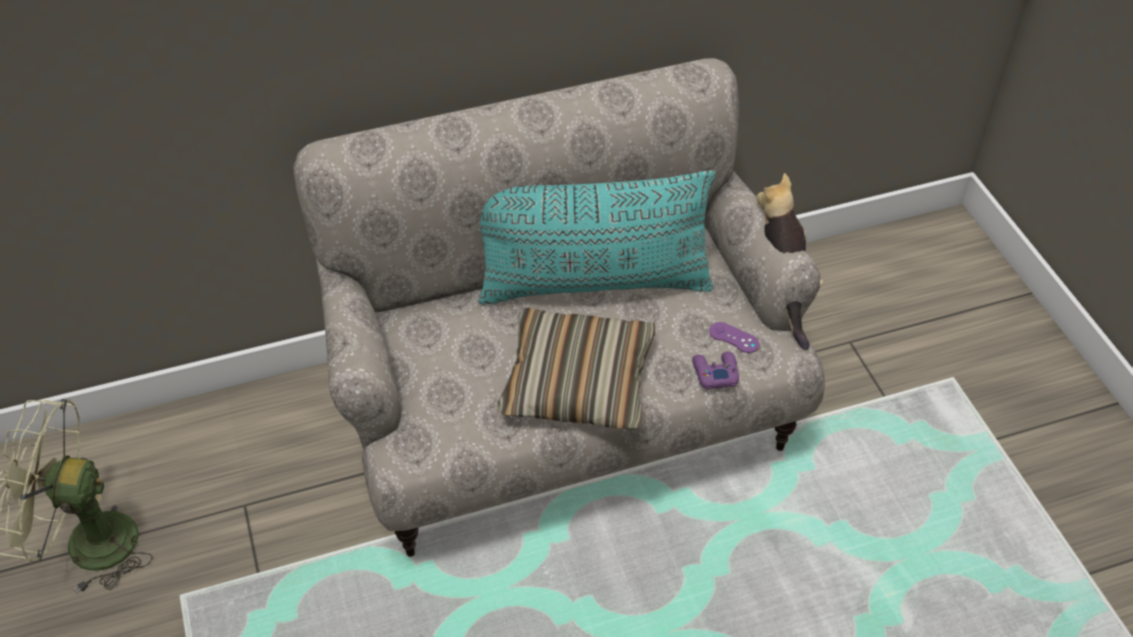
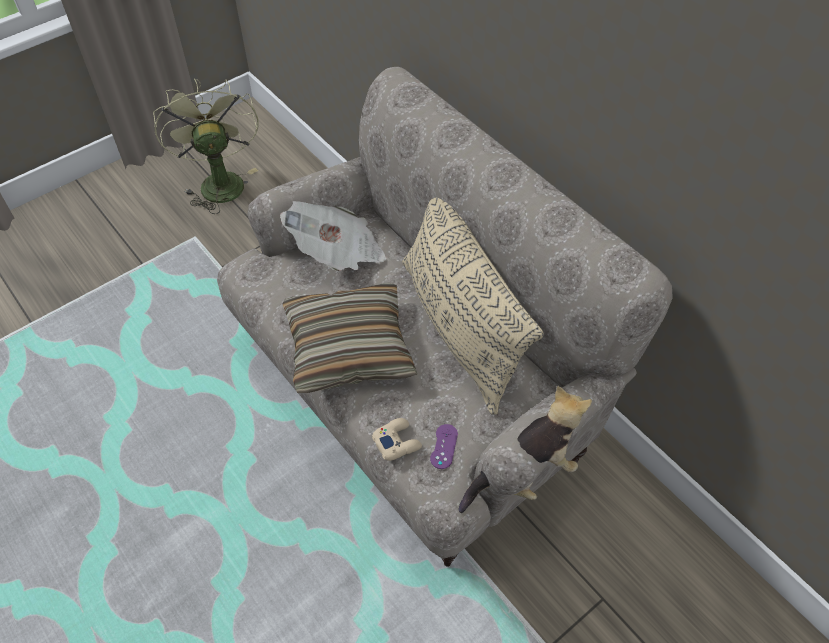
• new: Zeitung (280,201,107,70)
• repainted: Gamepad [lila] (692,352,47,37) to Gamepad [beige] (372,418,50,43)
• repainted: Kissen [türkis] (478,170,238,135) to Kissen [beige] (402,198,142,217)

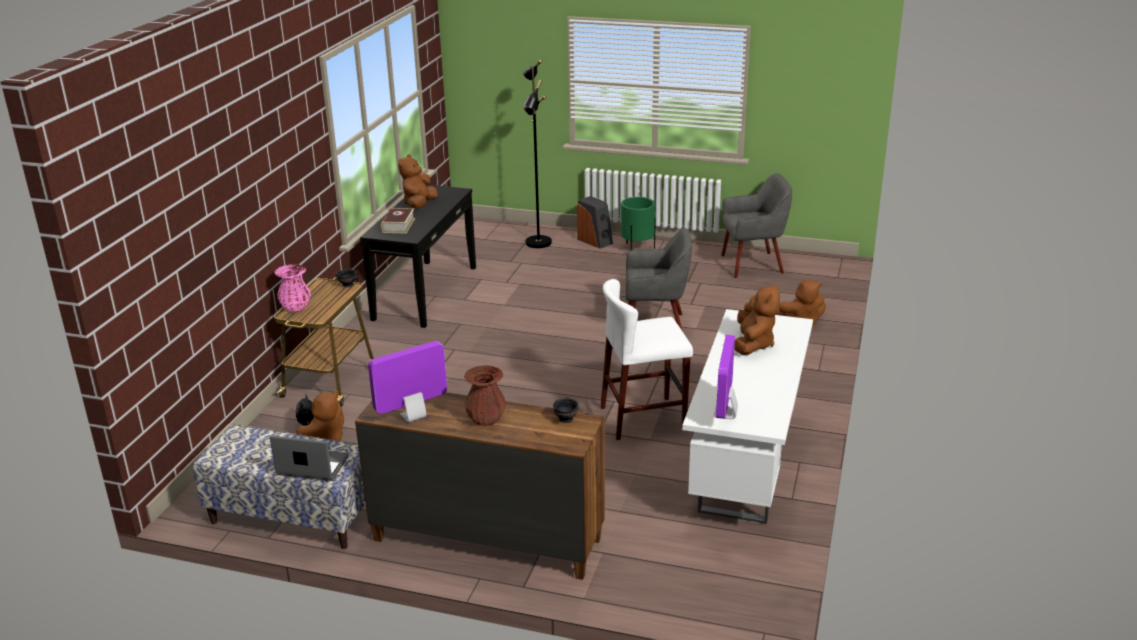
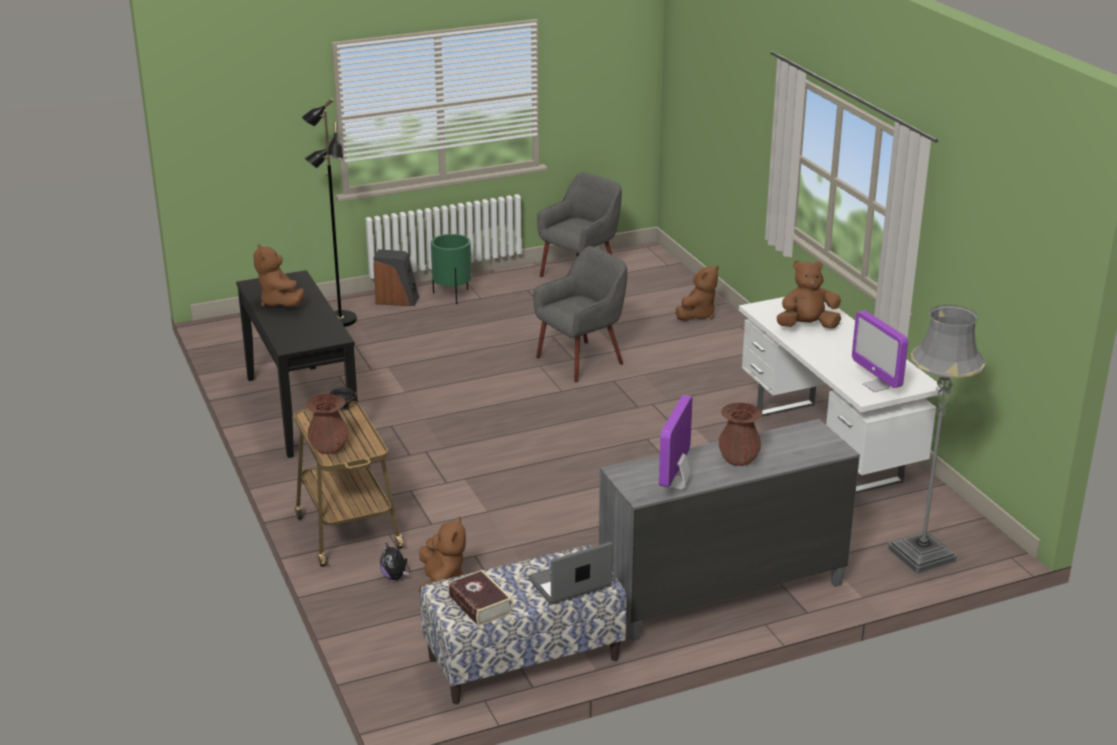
• repainted: Vase [rosa] (274,264,36,48) to Vase [braun] (306,394,42,60)
• shifted: Buch (381,208,34,26) to (448,570,64,56)
• repainted: Kommode [braun] (355,392,250,188) to Kommode [grau] (599,419,261,222)
• rotated: Plüschtier [braun] (734,284,46,71) = (777,260,64,69) 75 degrees counterclockwise
• new: Stehlampe [grau] (888,305,98,269)
• gone: Schüssel [schwarz] (553,397,25,26)
• gone: Hocker [weiß] (601,279,92,161)

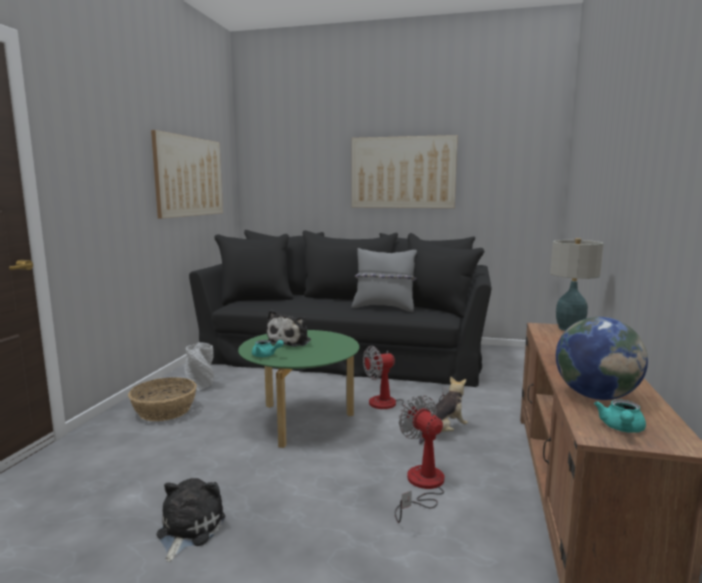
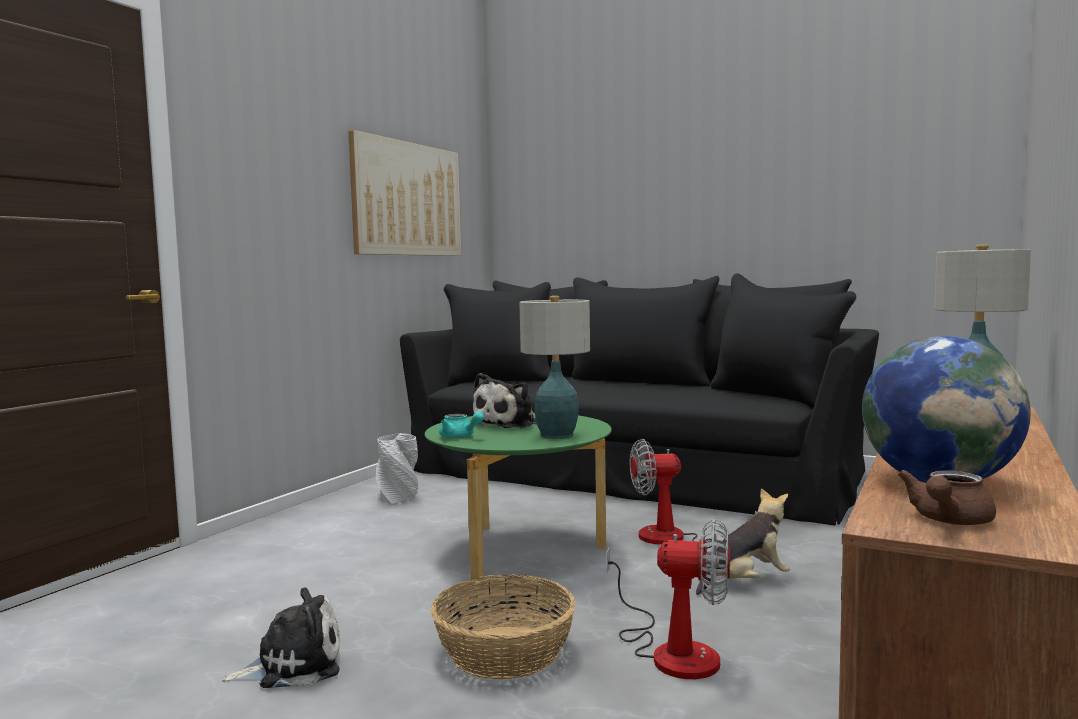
• rotated: Plüschtier (156,478,69,84) = (221,587,119,101) 45 degrees clockwise
• shifted: Korb (128,377,69,44) to (431,574,145,106)
• new: Tischlampe (520,296,70,143)
• rotated: Ventilator (395,395,49,128) = (606,519,124,160) 120 degrees clockwise
• repainted: Teekanne [türkis] (594,399,52,34) to Teekanne [braun] (898,470,98,55)
• gone: Kissen [grau] (351,248,66,64)
• gone: Bild (352,135,106,73)

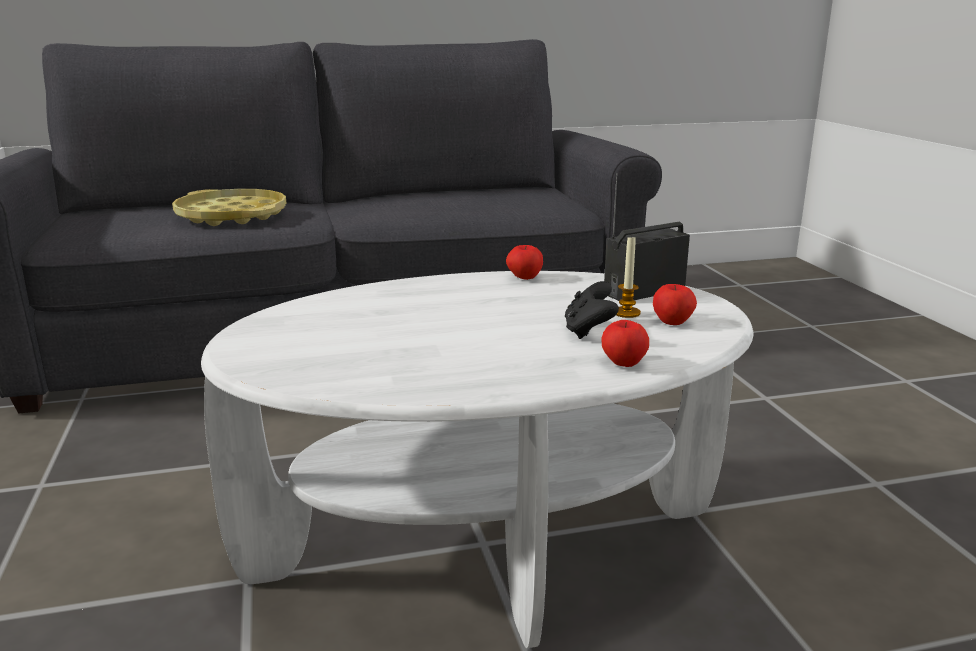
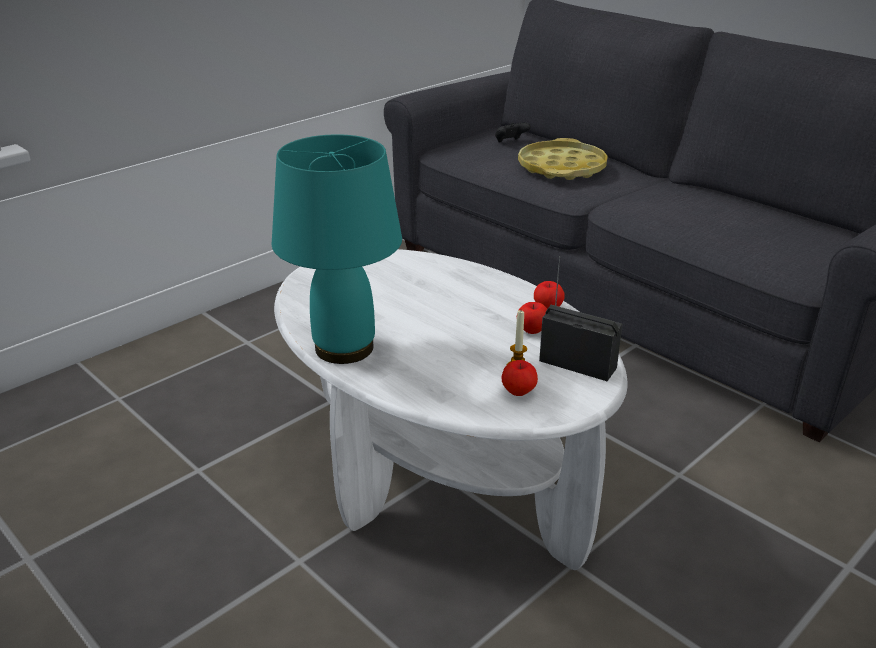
• new: Tischlampe [türkis] (272,134,130,230)
• shifted: Gamepad [schwarz] (565,281,54,58) to (495,123,36,20)
• shifted: Apfel (601,320,48,47) to (519,302,28,32)

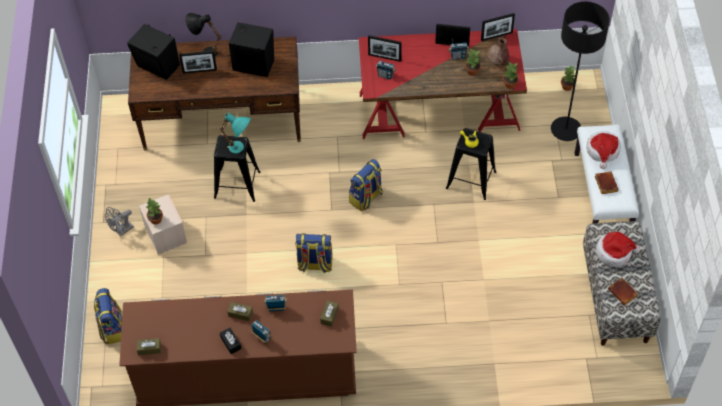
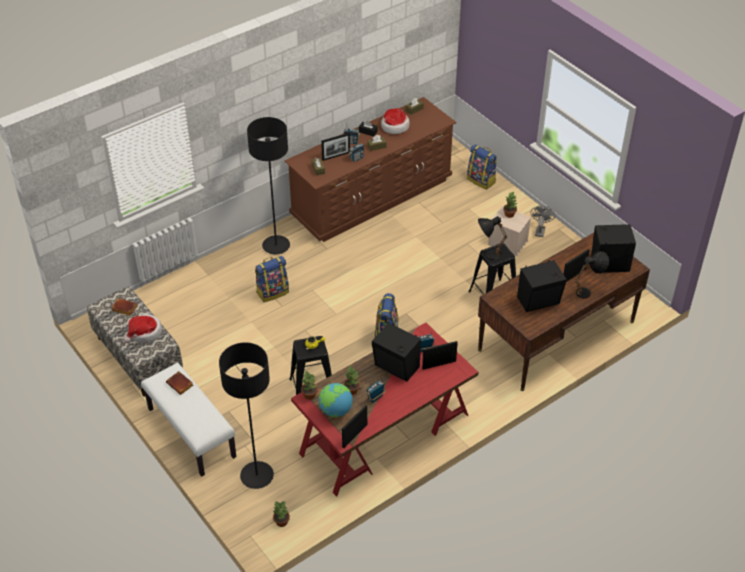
• new: Stehlampe [schwarz] (247,117,43,137)
• shifted: Rucksack (295,233,37,40) to (255,256,34,46)
• swapped: Vase [braun] (487,37,22,28) to Globus (319,383,34,34)
• shifted: Bilderrahmen (435,24,35,23) to (321,133,29,28)
• new: Lautsprecher [schwarz] (372,323,49,59)
• shifted: Hut (586,131,35,38) to (381,108,29,26)
• repainted: Tischlampe [türkis] (220,113,31,41) to Tischlampe [schwarz] (478,216,29,44)

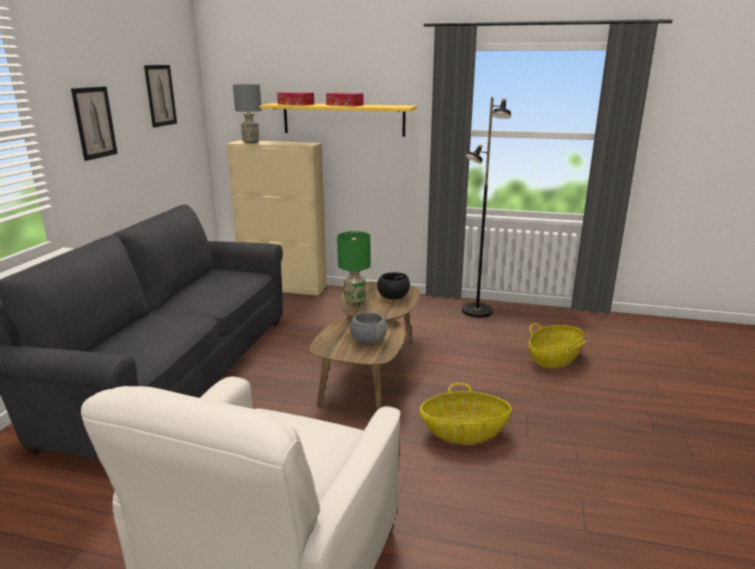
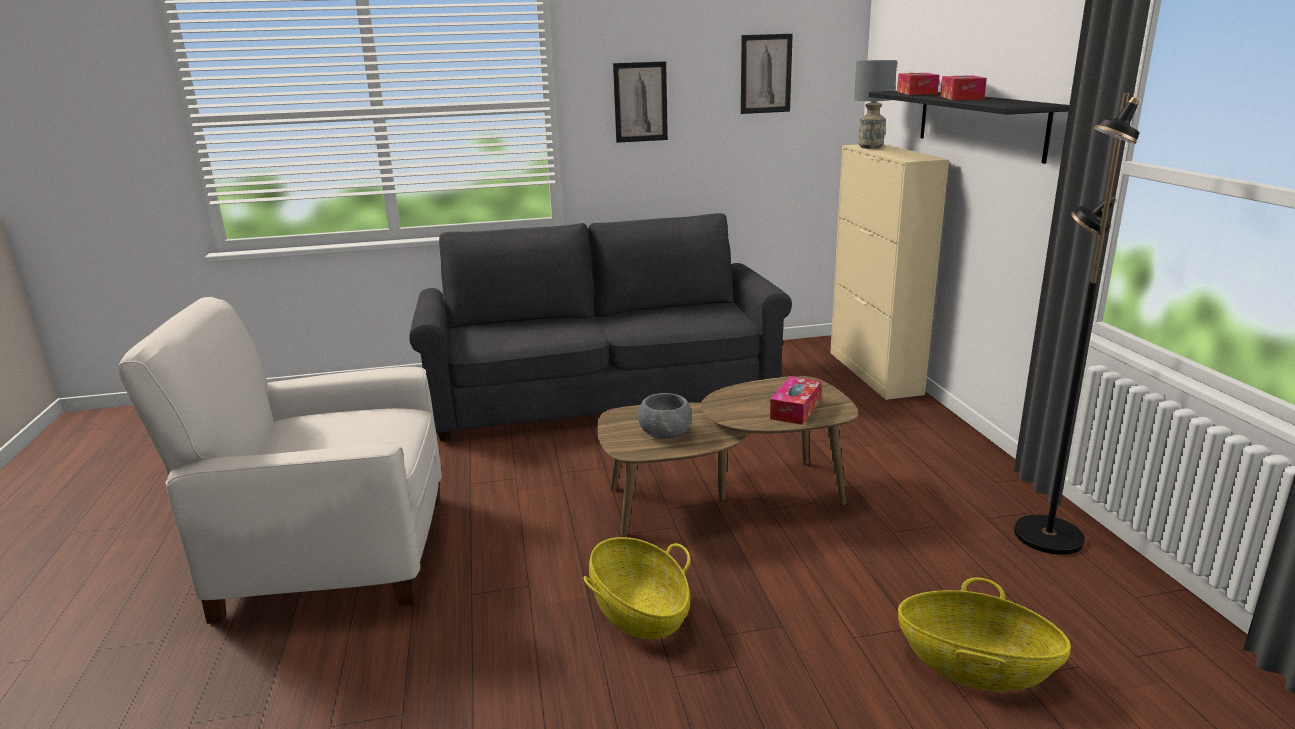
• swapped: Schüssel [schwarz] (377,272,33,27) to Taschentuchbox (770,376,51,49)
• repainted: Wandregal [gelb] (260,103,157,34) to Wandregal [schwarz] (869,91,200,73)
• gone: Tischlampe [grün] (337,231,34,74)

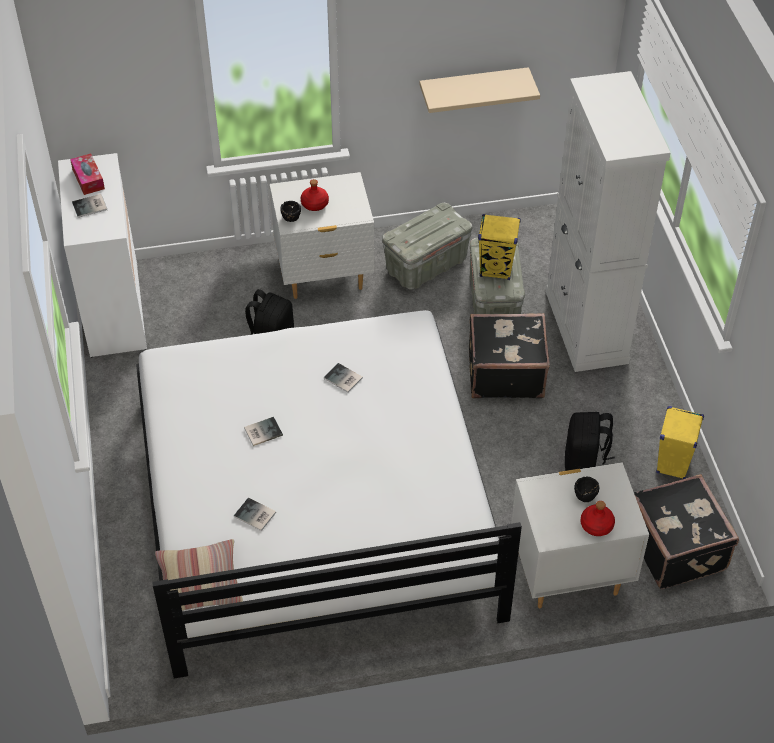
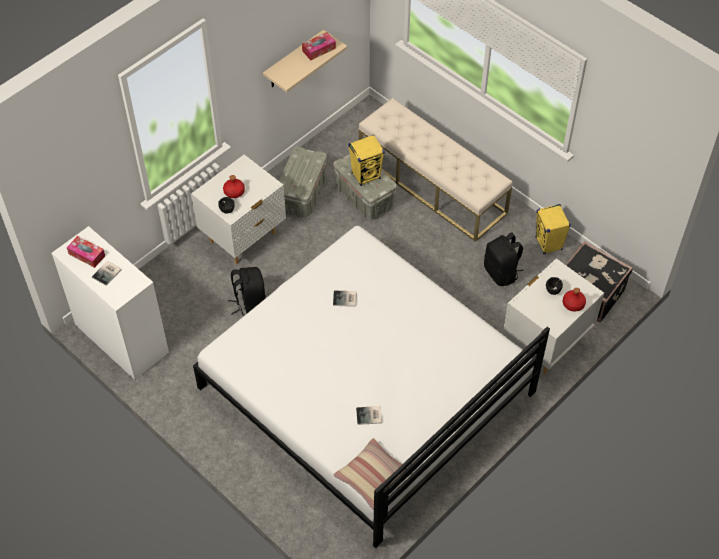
• new: Taschentuchbox (302,32,34,28)
• swapped: Schrank [weiß] (545,71,125,301) to Bank [beige] (359,98,154,144)
• gone: Buch (244,417,39,29)
• gone: Koffer [schwarz] (469,313,81,85)

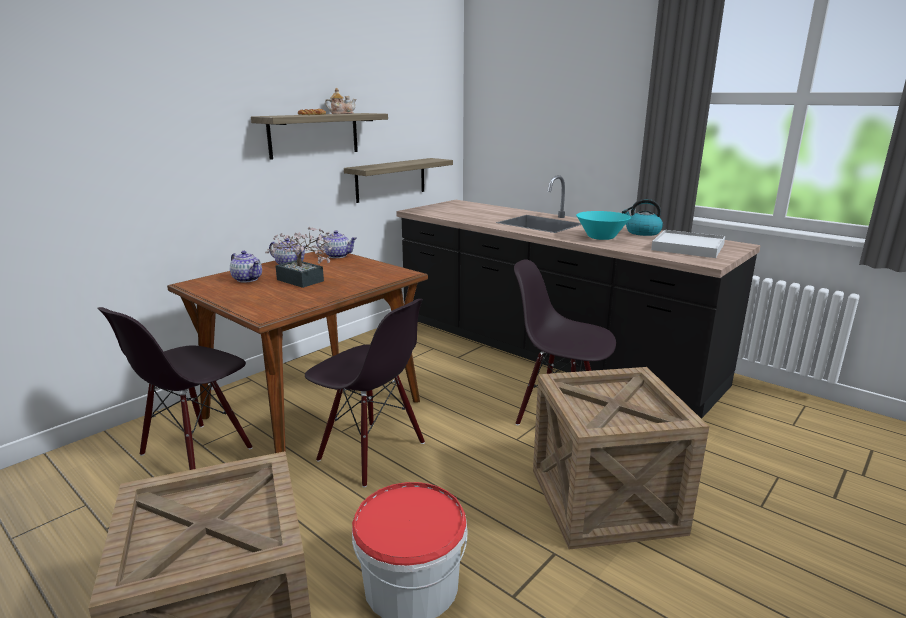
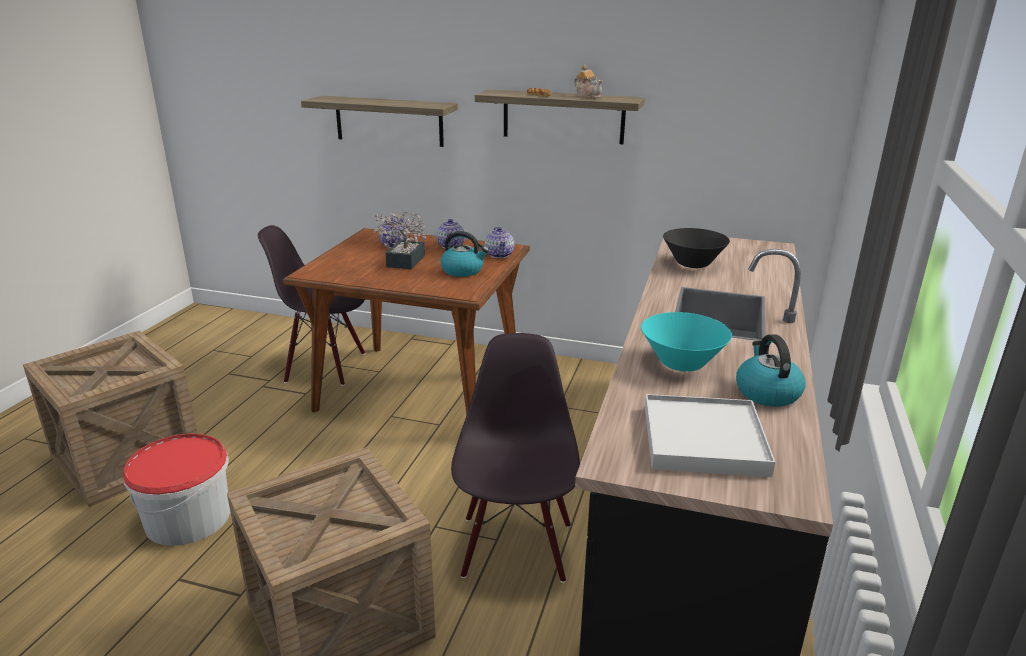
• shifted: Wandregal (344,158,109,45) to (301,96,157,51)
• new: Wasserkessel (441,231,48,46)
• new: Schüssel [schwarz] (663,228,67,40)
• gone: Stuhl [schwarz] (305,299,120,188)

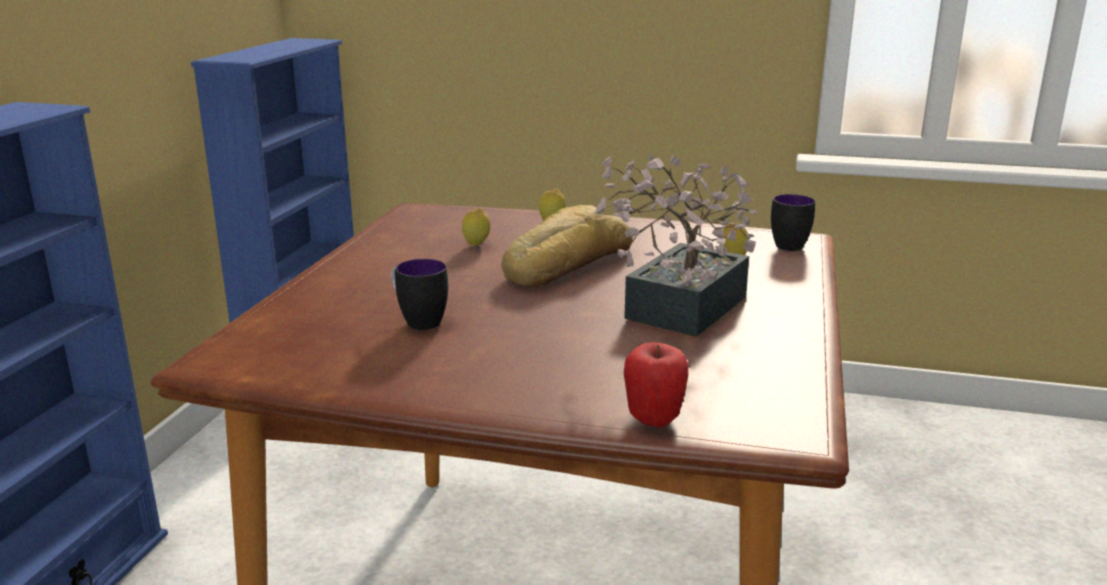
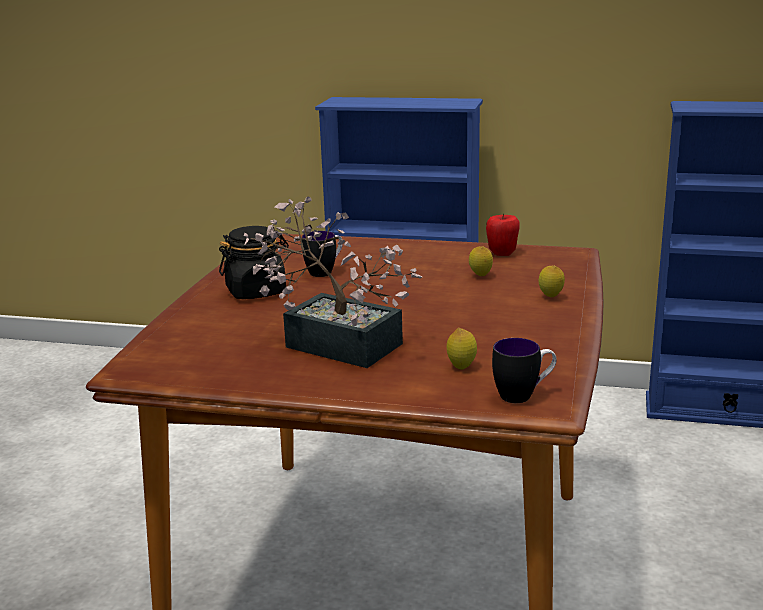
• new: Vorratsglas [schwarz] (219,226,70,73)
• shifted: Apfel (624,342,65,85) to (486,213,34,43)
• gone: Brot (501,205,132,83)

